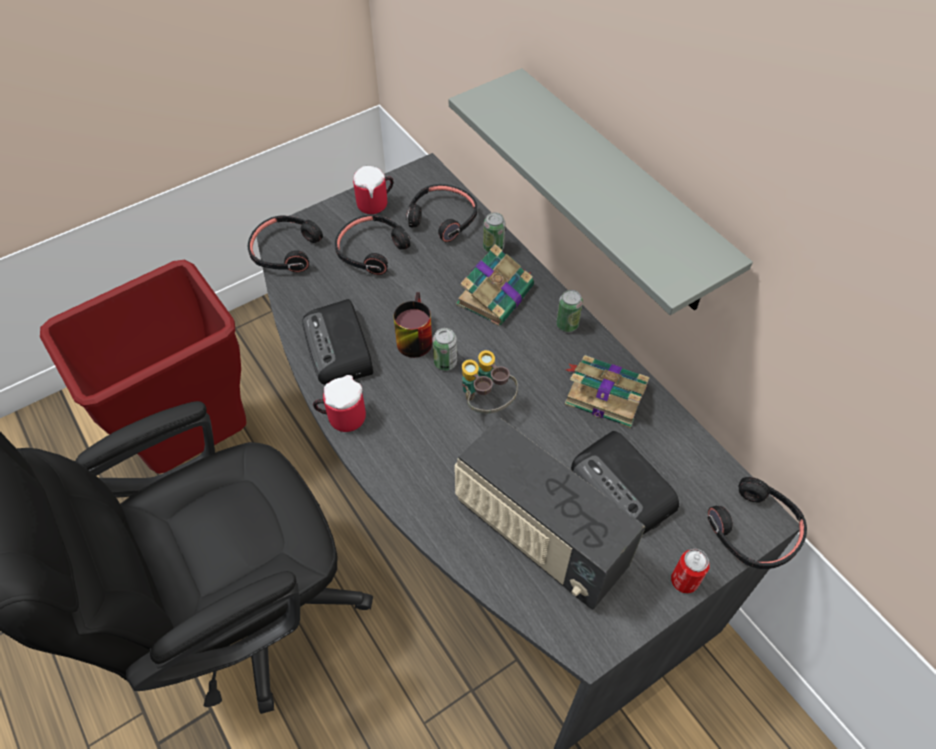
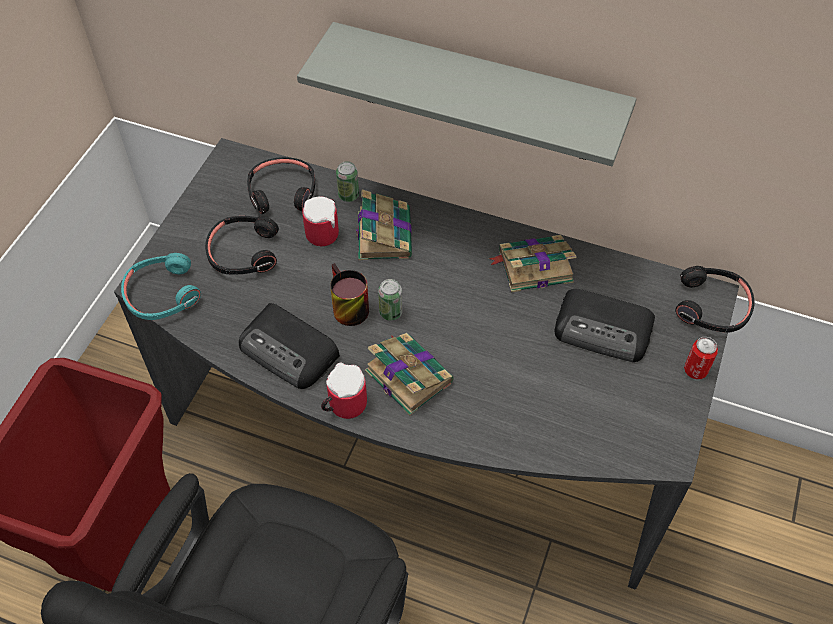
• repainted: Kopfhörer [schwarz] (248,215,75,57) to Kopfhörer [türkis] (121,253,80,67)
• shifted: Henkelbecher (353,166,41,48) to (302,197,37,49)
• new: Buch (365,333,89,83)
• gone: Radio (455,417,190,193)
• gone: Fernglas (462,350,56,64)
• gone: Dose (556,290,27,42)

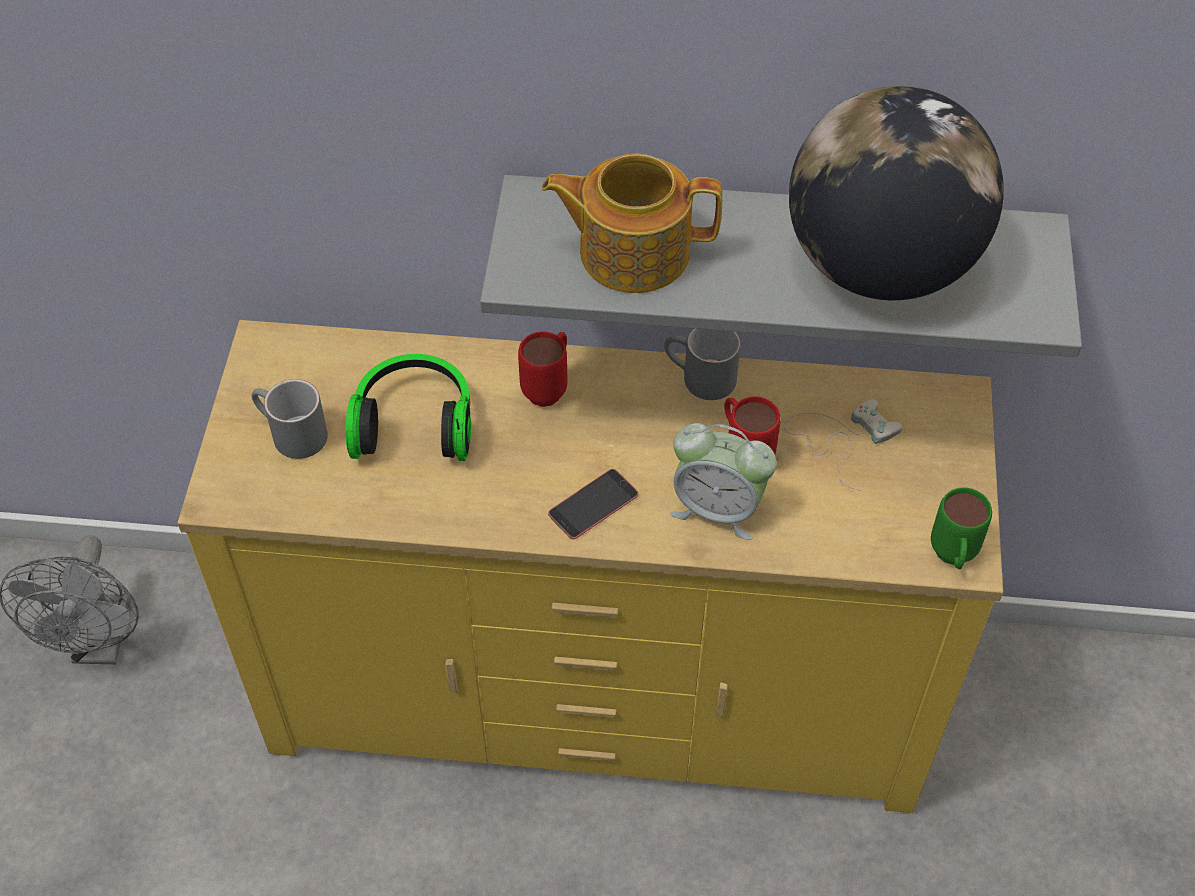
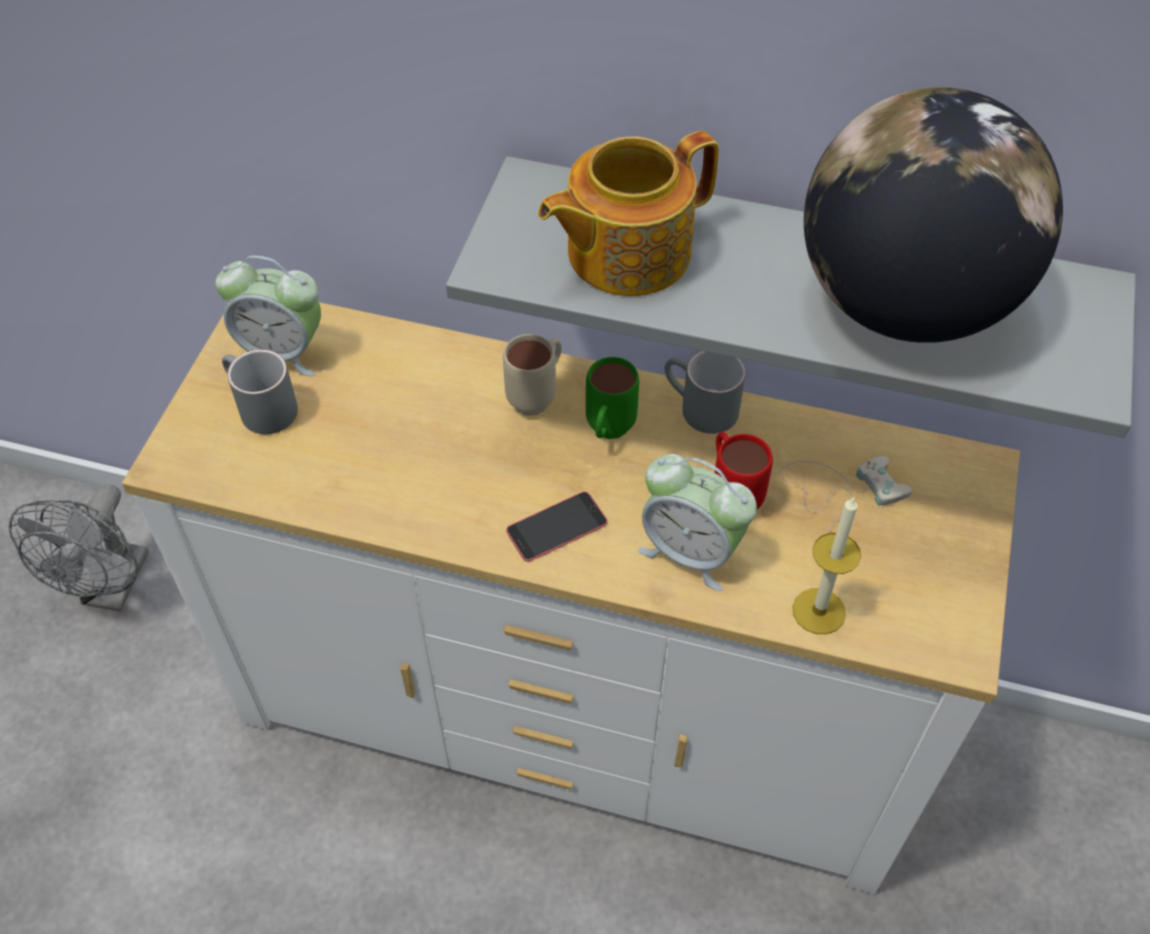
• repainted: Kommode [gelb] (177,320,826,493) to Kommode [weiß] (122,302,898,592)
• new: Wecker (215,256,106,120)
• repainted: Henkelbecher [rot] (518,331,49,76) to Henkelbecher [beige] (503,334,59,81)
• rotated: Teekanne (542,154,180,139) = (538,131,181,165) 45 degrees counterclockwise
• shifted: Henkelbecher [grün] (931,488,61,81) to (586,357,53,82)
• new: Kerze (792,497,69,137)
• gone: Kopfhörer (346,354,125,107)

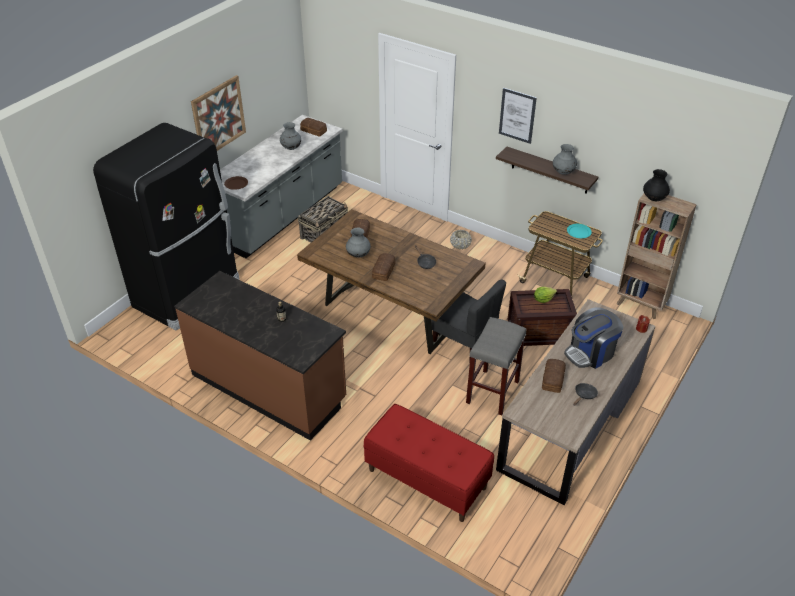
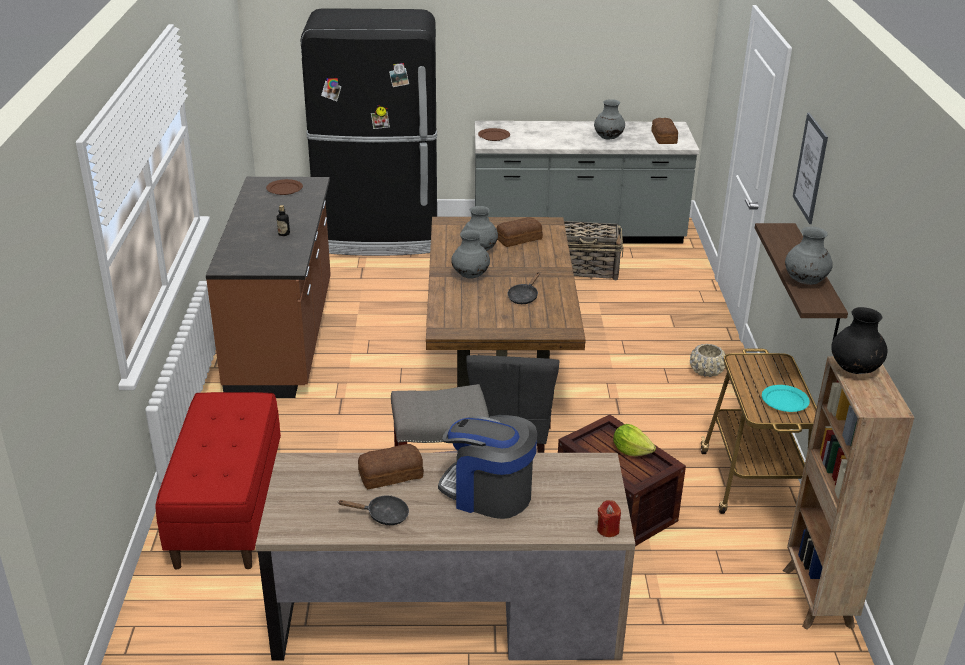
• new: Teller [braun] (266,179,37,16)
• swapped: Brot (372,253,24,28) to Vase [grau] (451,230,39,49)
• gone: Bild (191,75,55,76)

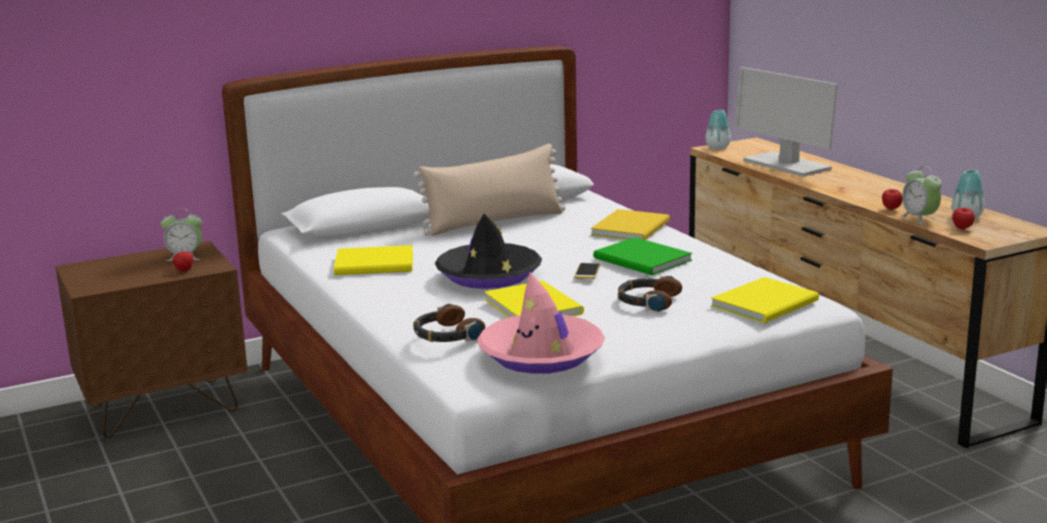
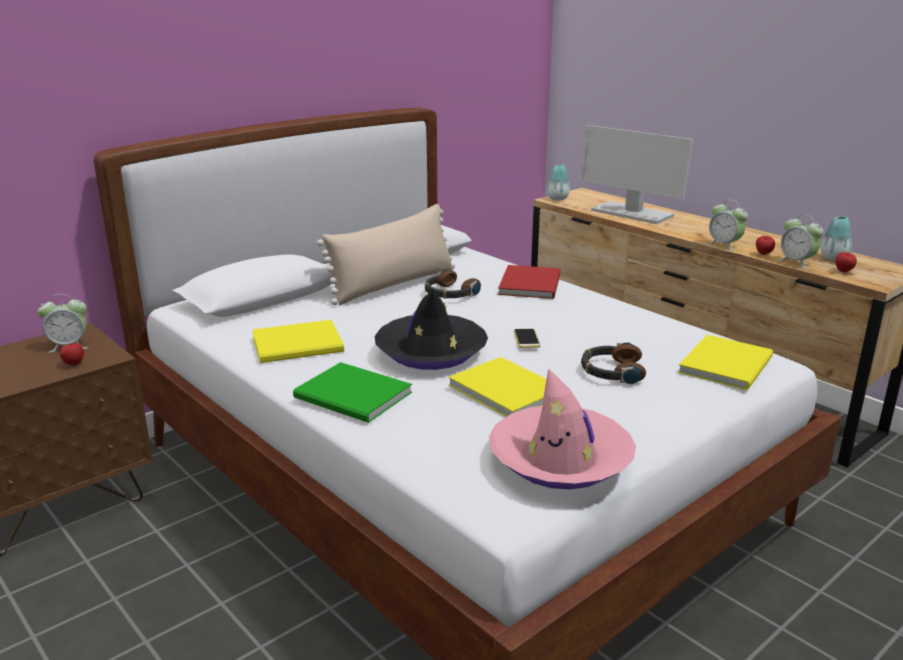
• shifted: Buch [grün] (594,237,98,38) to (293,362,119,61)
• shifted: Kopfhörer (413,304,72,38) to (425,269,56,30)
• repainted: Buch [gelb] (591,209,79,31) to Buch [rot] (498,265,63,34)
• new: Wecker (706,200,42,51)

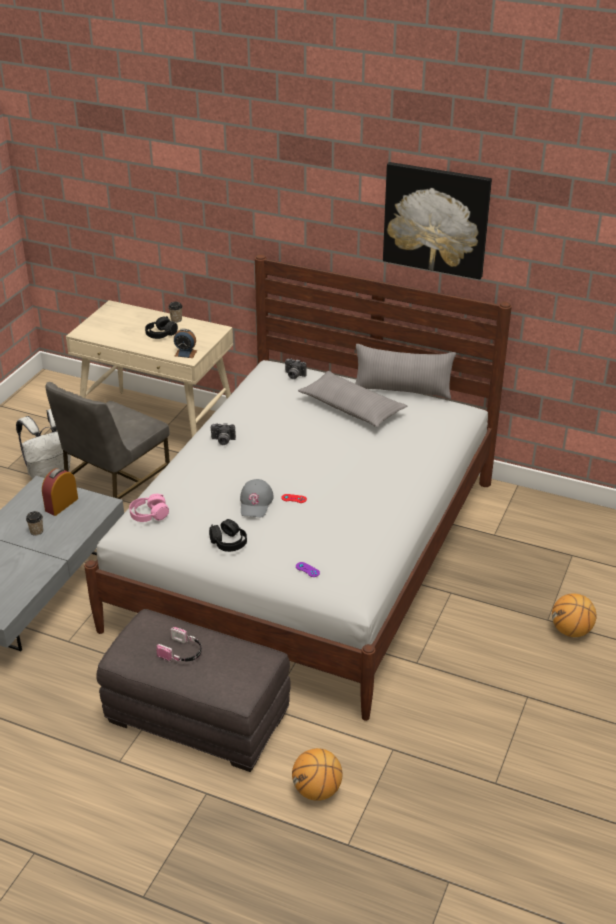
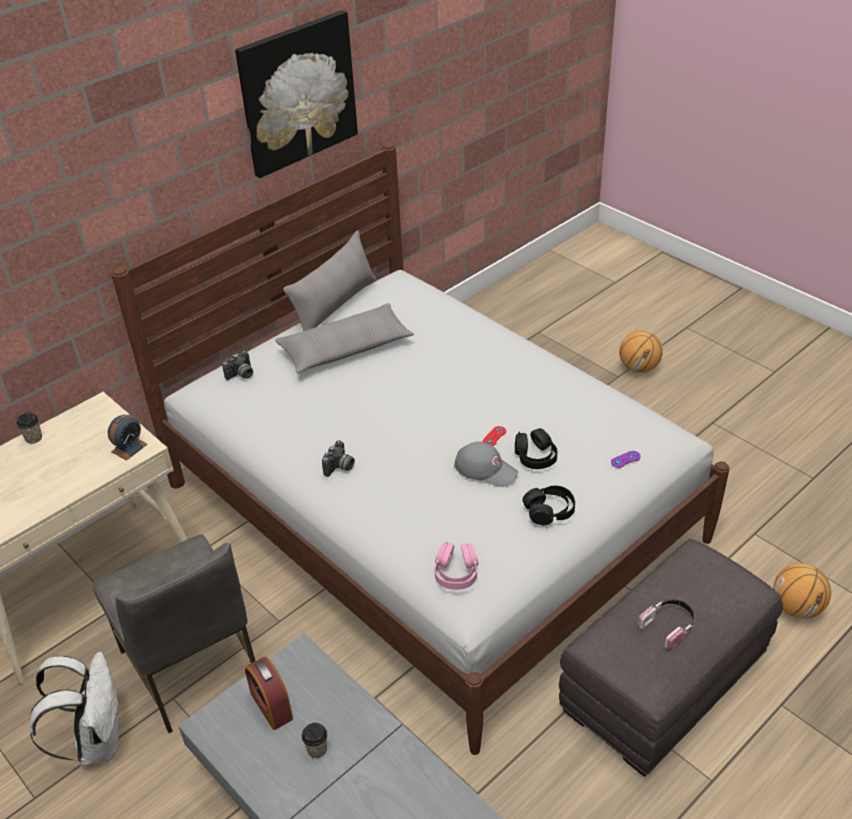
• shifted: Kopfhörer [schwarz] (145,316,33,23) to (515,428,43,41)

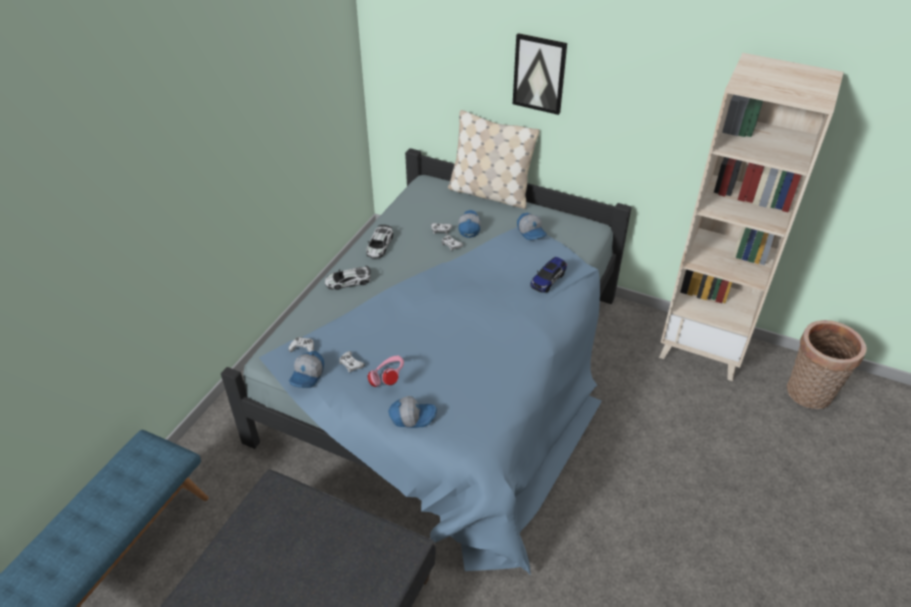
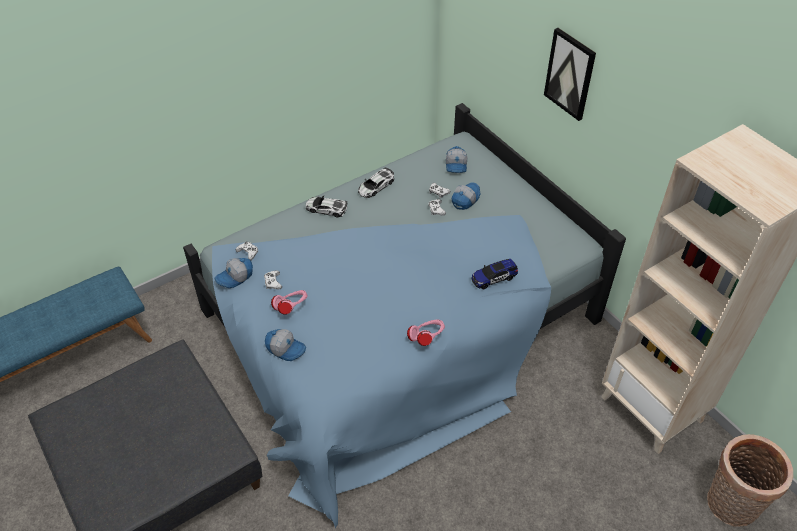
• new: Kopfhörer [rosa] (407,319,38,27)
• shifted: Kappe (517,212,30,28) to (446,146,21,27)
• gone: Kissen [beige] (448,110,92,99)

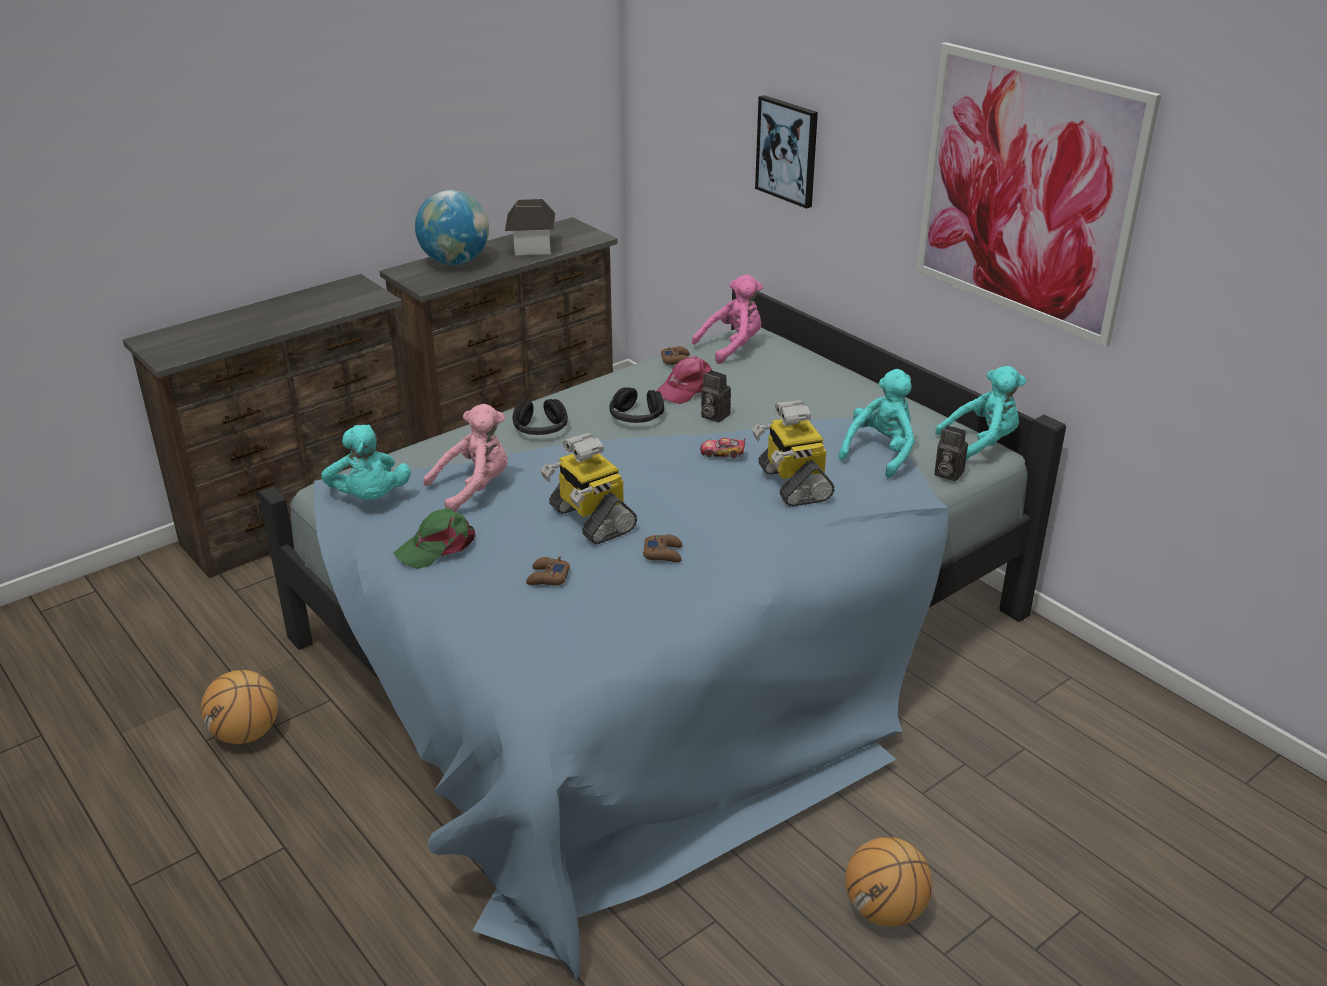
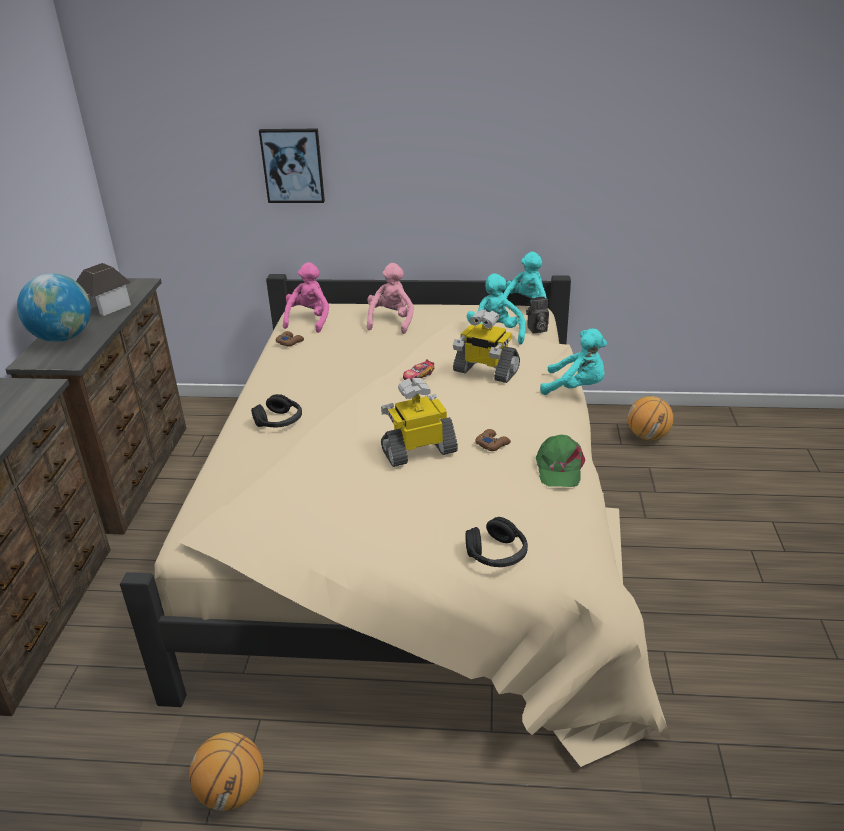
• repainted: Bett [blau] (258,289,808,693) to Bett [beige] (120,274,550,493)
• shifted: Plüschtier [rosa] (423,404,85,108) to (367,263,47,71)
• rotated: Spielzeugroboter (541,433,96,111) = (381,378,77,89) 150 degrees clockwise
• shifted: Kopfhörer [schwarz] (609,387,55,36) to (465,517,63,50)
• shifted: Kappe [grün] (393,508,83,61) to (536,435,49,52)
• shifted: Plüschtier [türkis] (321,425,90,75) to (540,329,67,66)
• shifted: Basketball (845,837,87,90) to (628,396,46,44)
• gone: Gamepad [braun] (526,556,44,30)
• gone: Kappe [rosa] (657,356,55,48)
• gone: Kamera (701,370,30,53)
• gone: Bild (916,42,245,305)

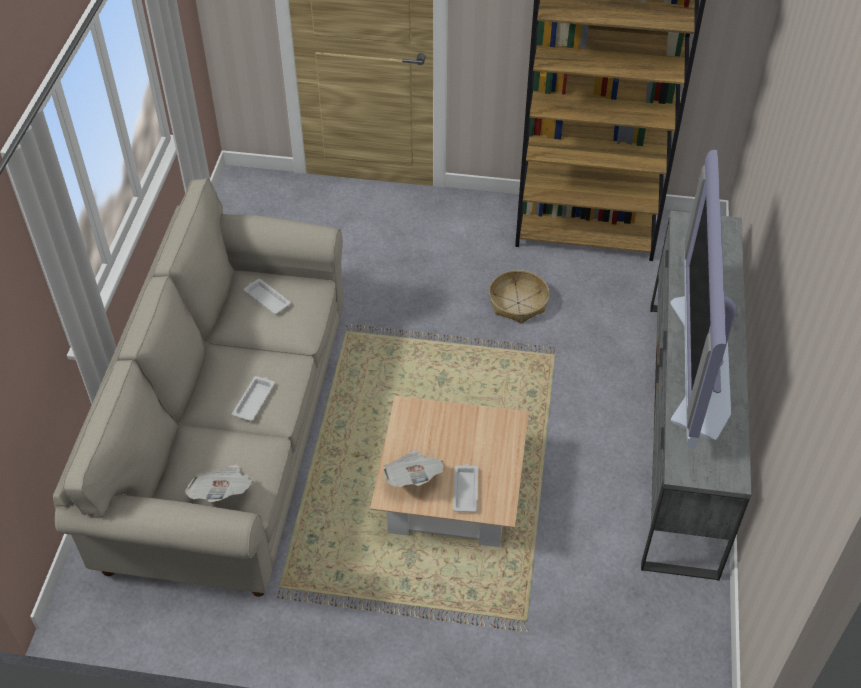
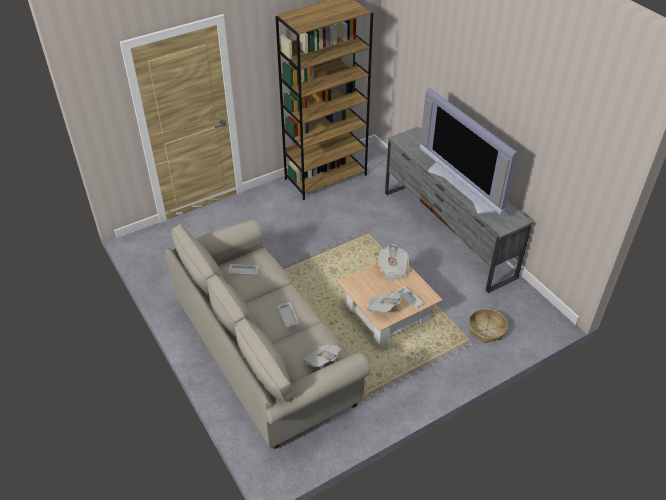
• new: Zeitung (377,244,33,38)
• shifted: Korb (489,270,61,54) to (469,309,39,34)

